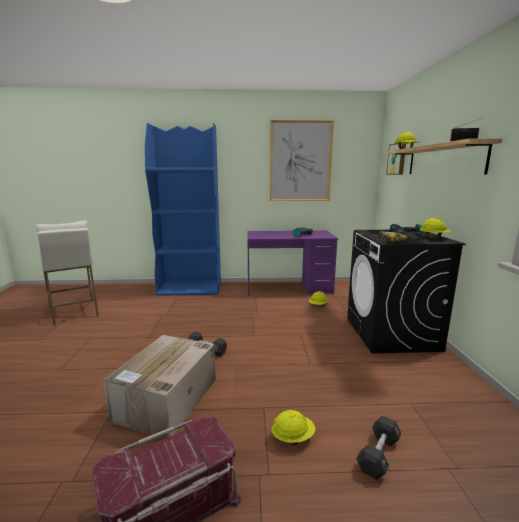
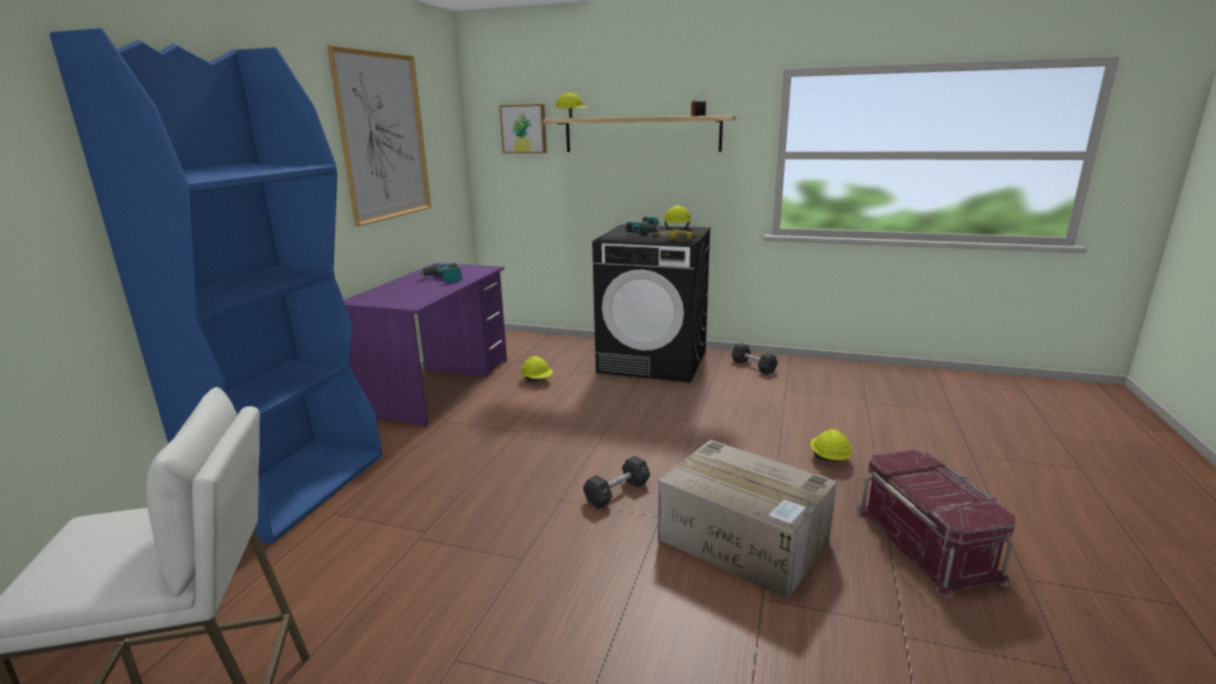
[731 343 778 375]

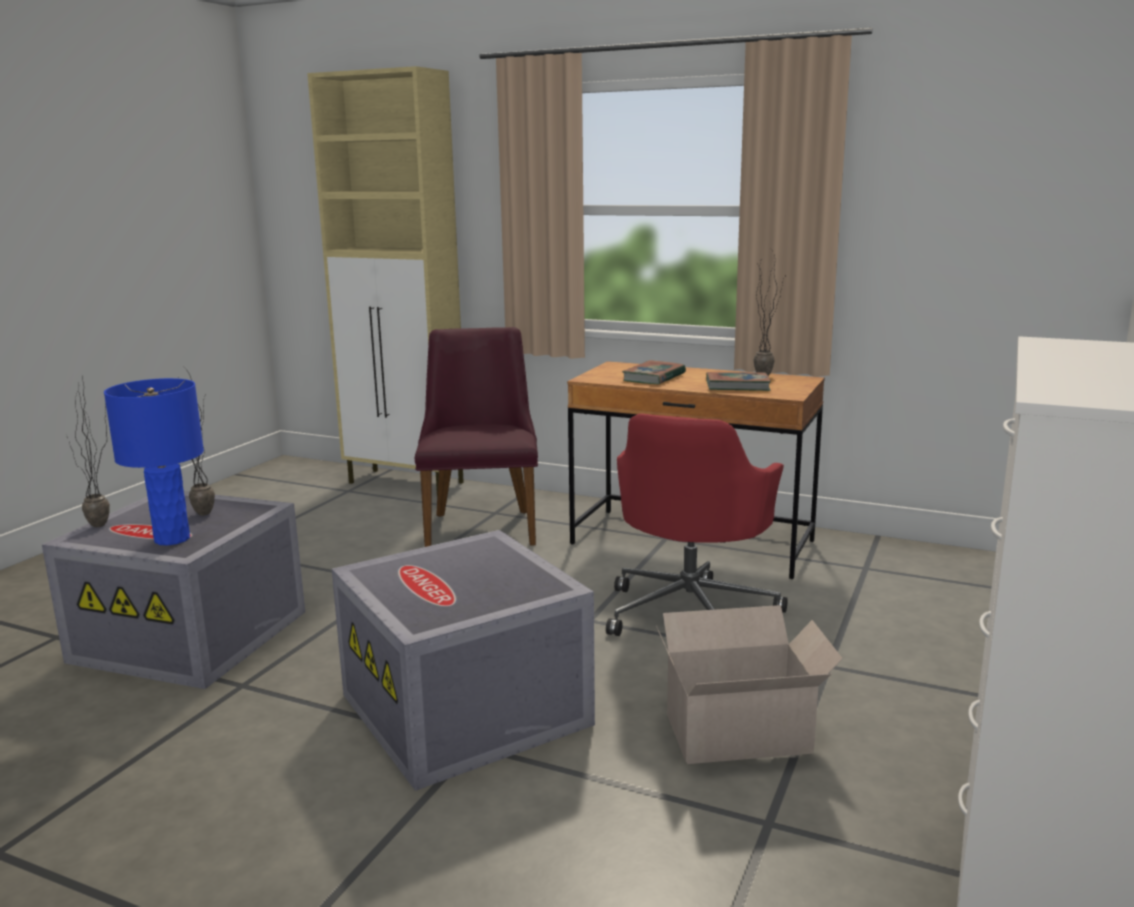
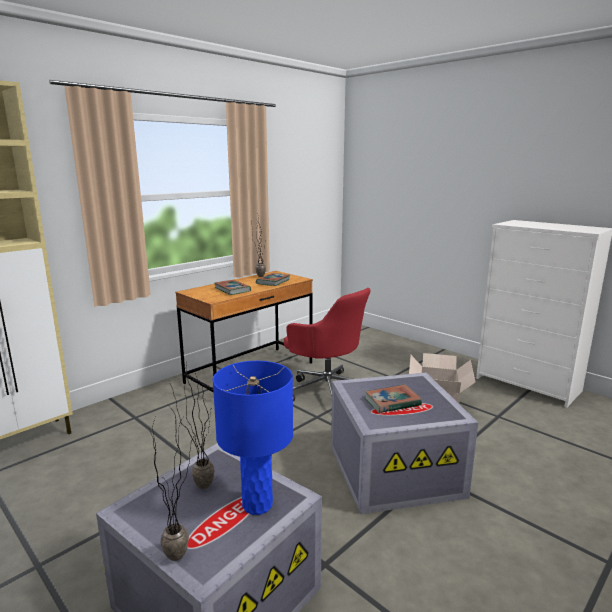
[415 327 538 547] (first image)
[365 384 422 413]

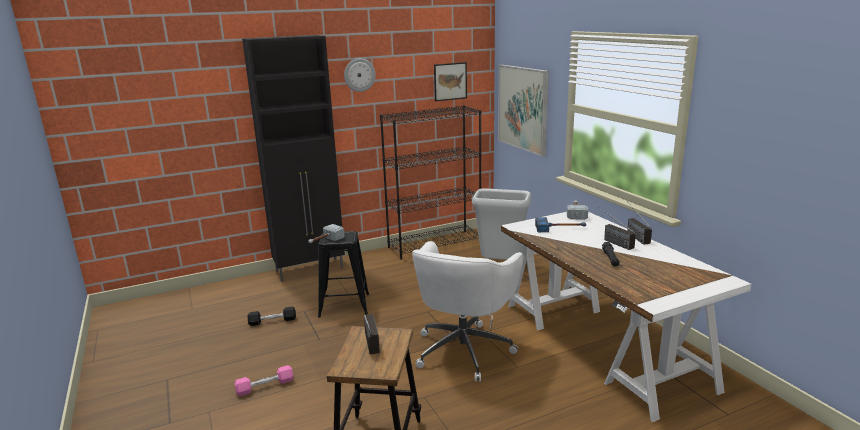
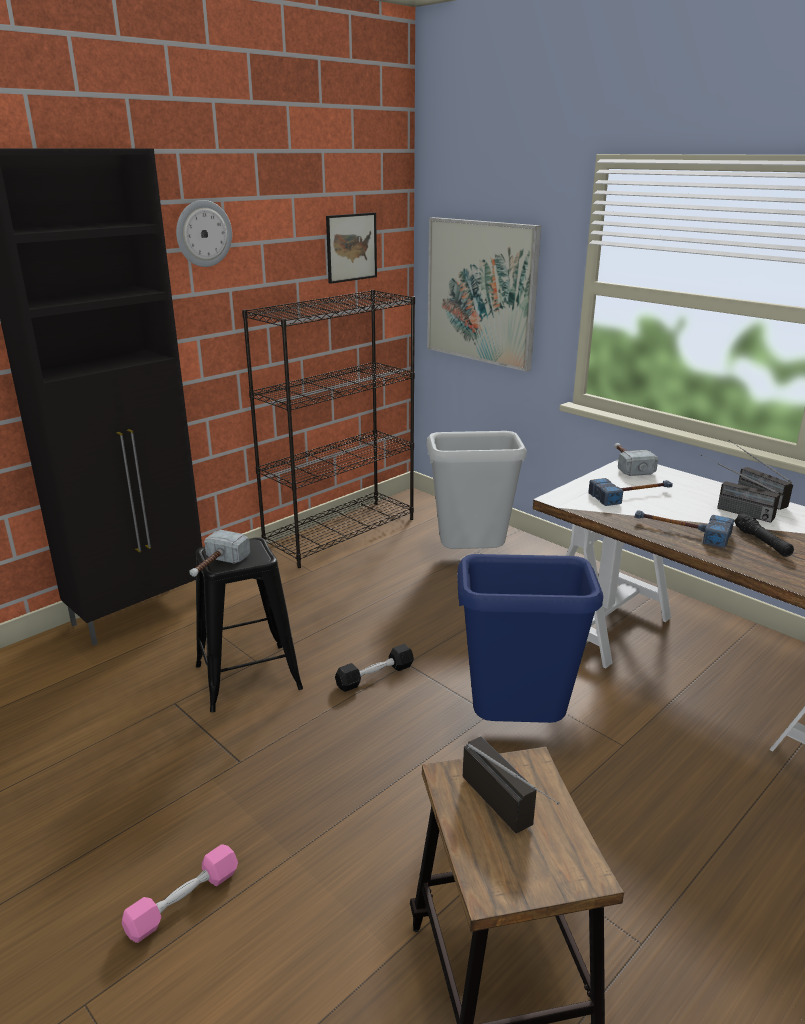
[635 510 734 548]
[335 644 414 692]
[457 554 603 723]

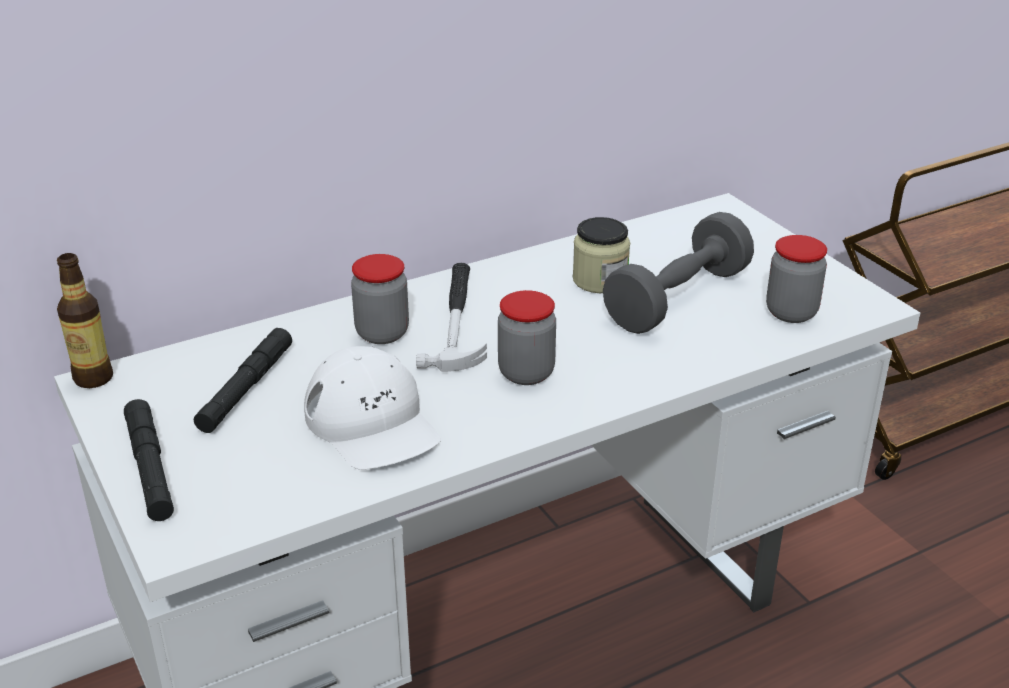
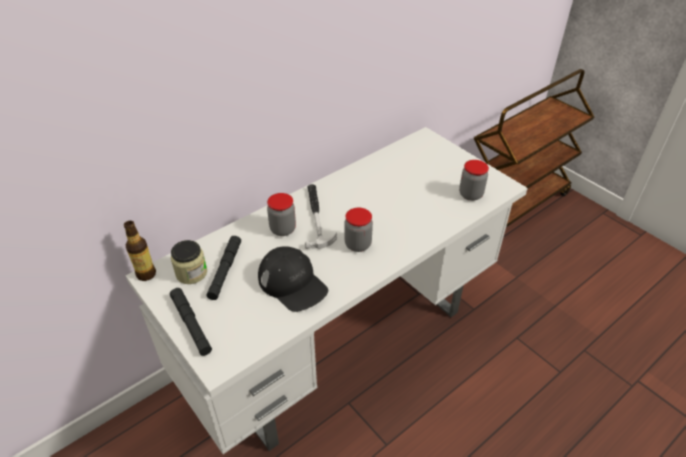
[603 212 754 334] (first image)
[171 240 207 284]
[258 246 328 312]

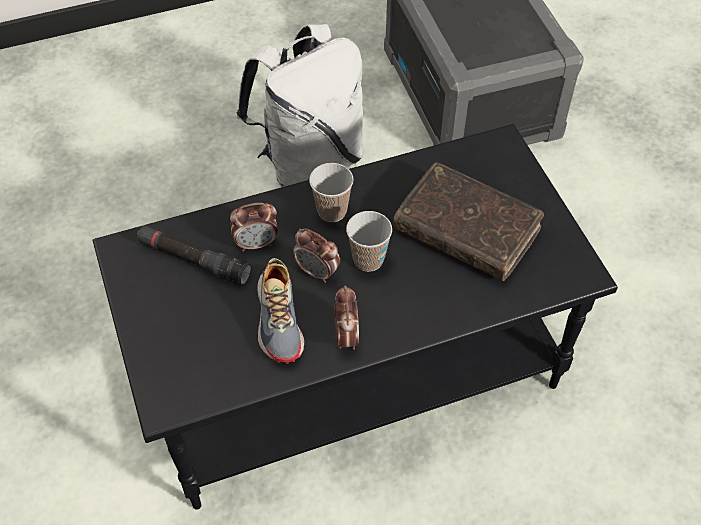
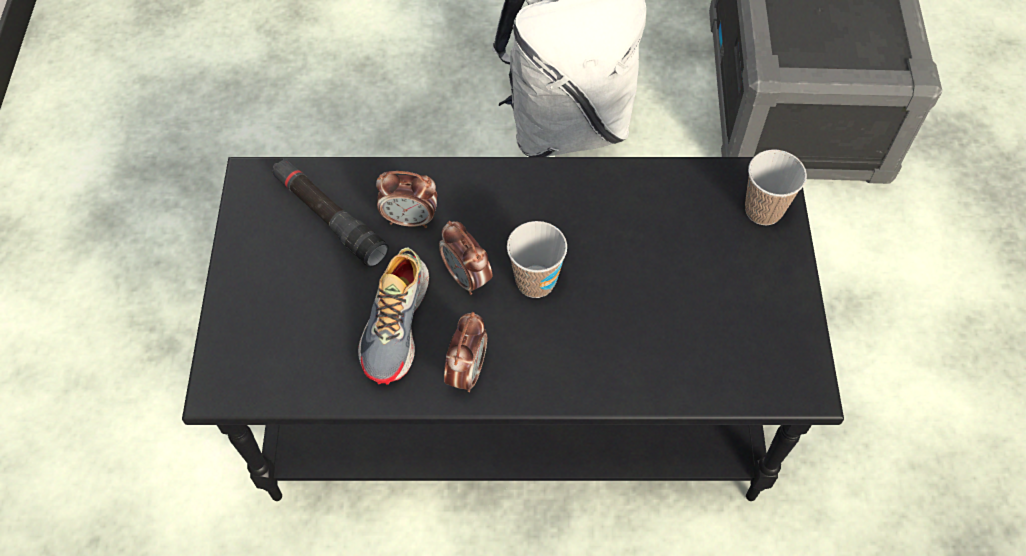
[393 162 544 281] (first image)
[745 150 807 225]

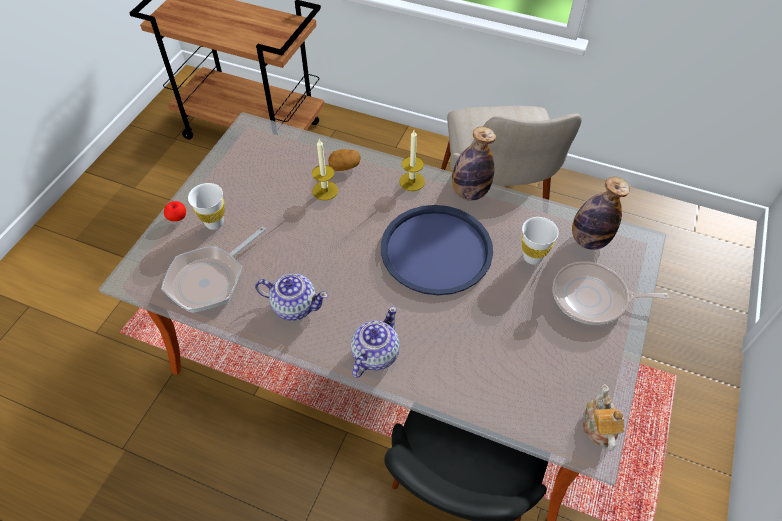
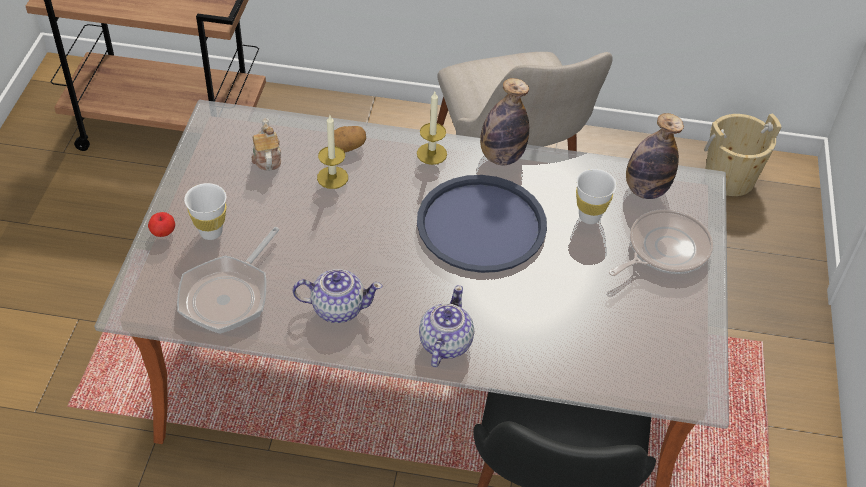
[704 113 781 196]
[252 118 281 171]
[609 209 713 276]

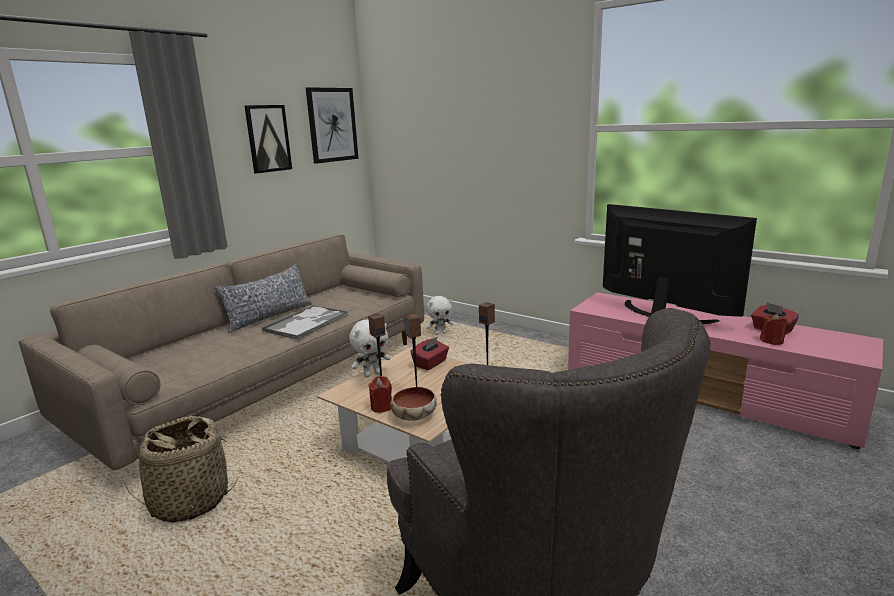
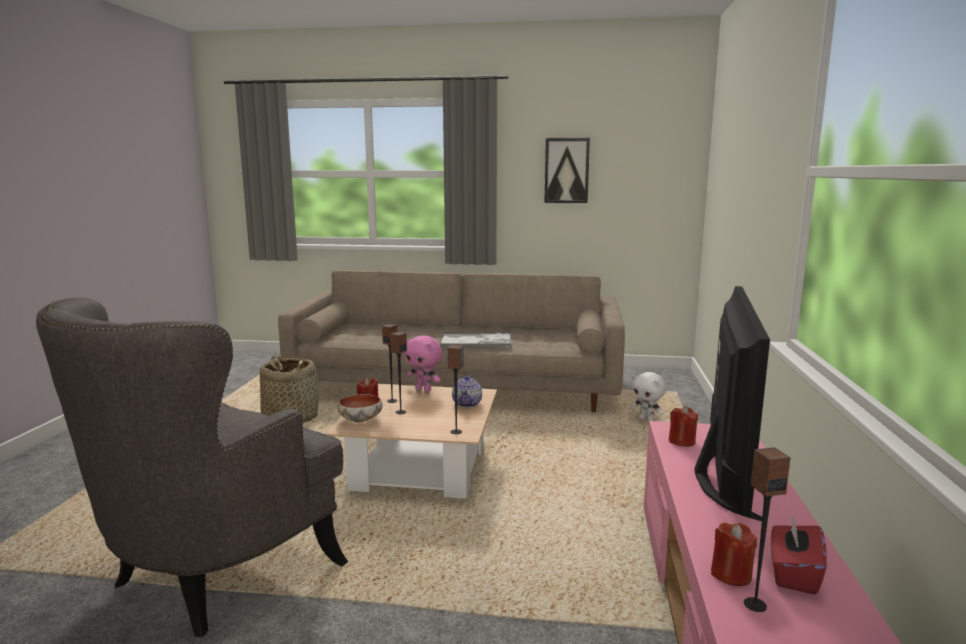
[215 264 313 333] (first image)
[306 87 358 164] (first image)
[669 406 698 447]
[744 447 790 612]
[452 376 482 408]
[404 335 442 392]

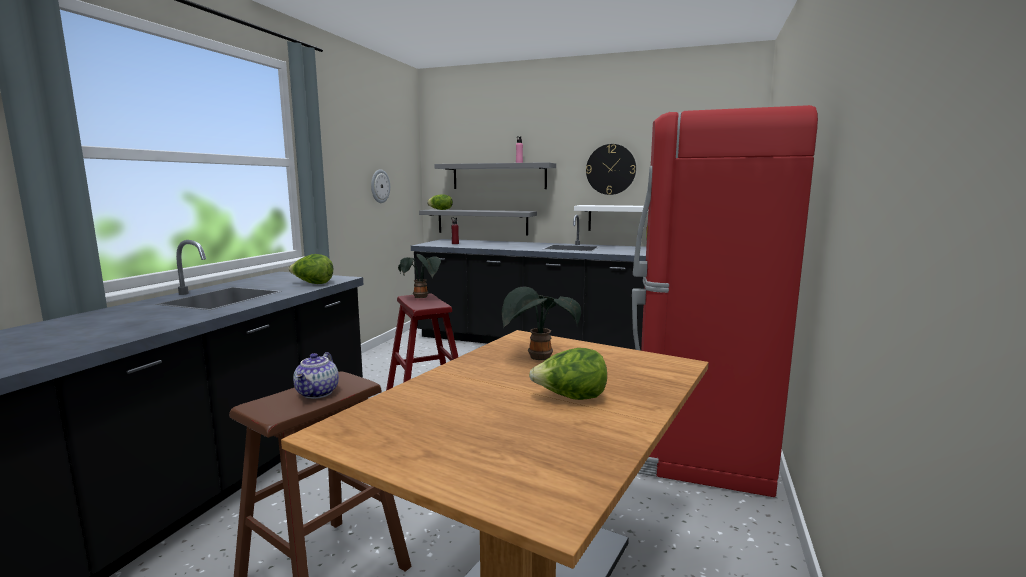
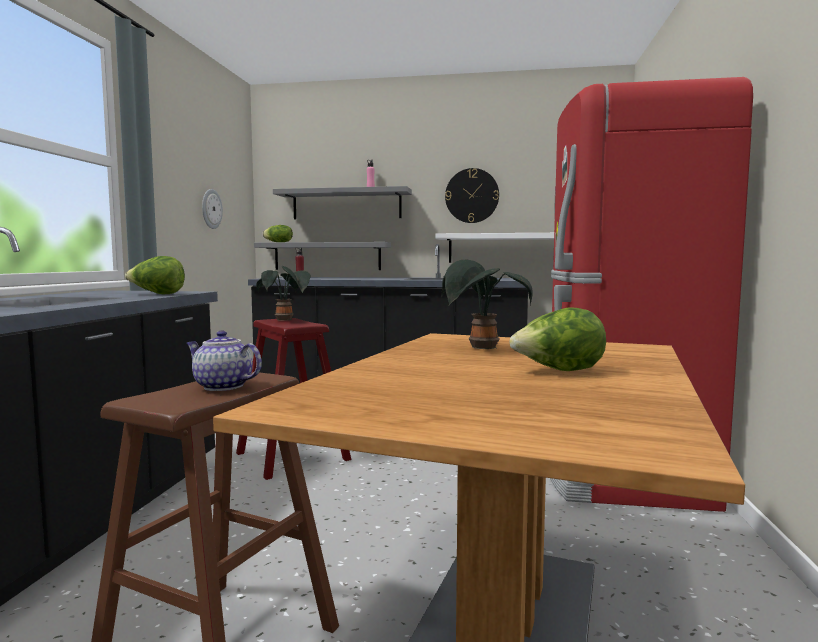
[186 330 262 391]

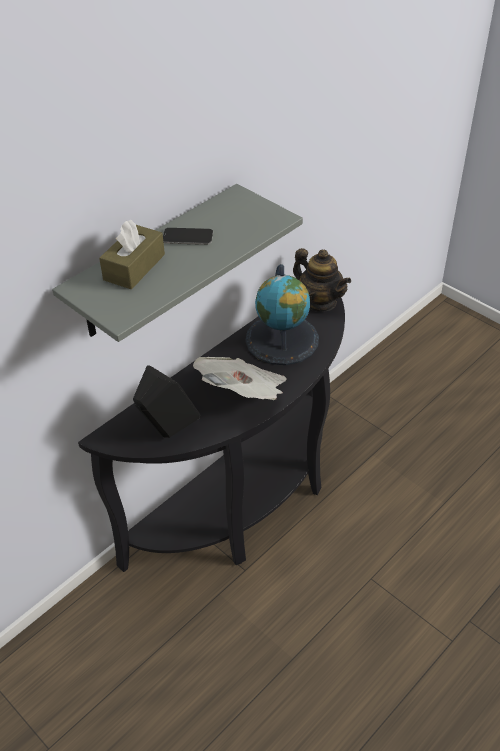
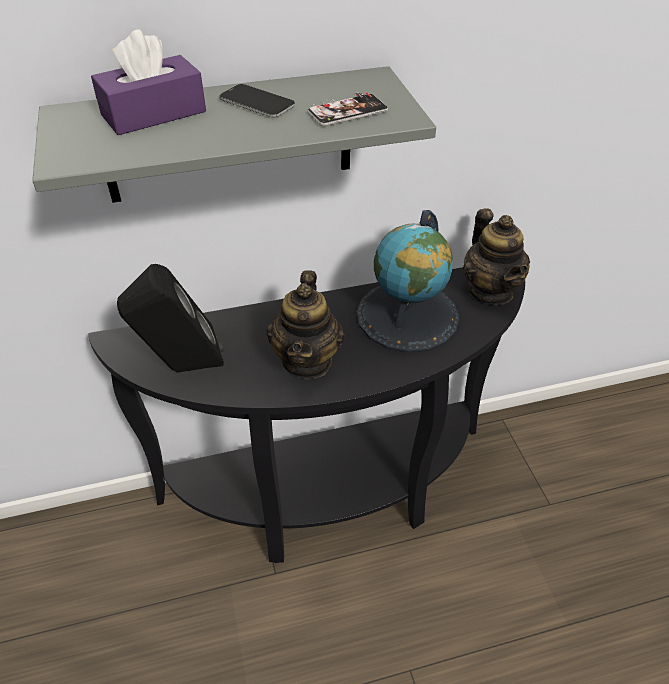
[307 92 388 126]
[267 270 345 379]
[91 29 206 135]

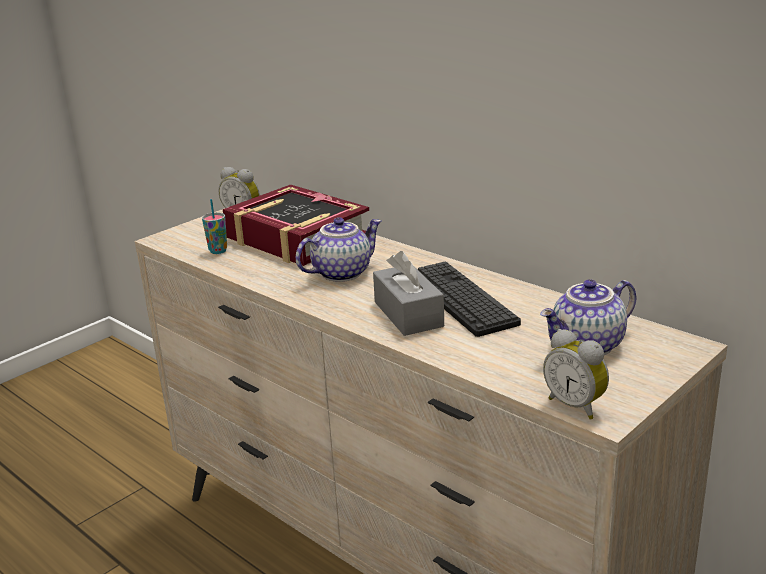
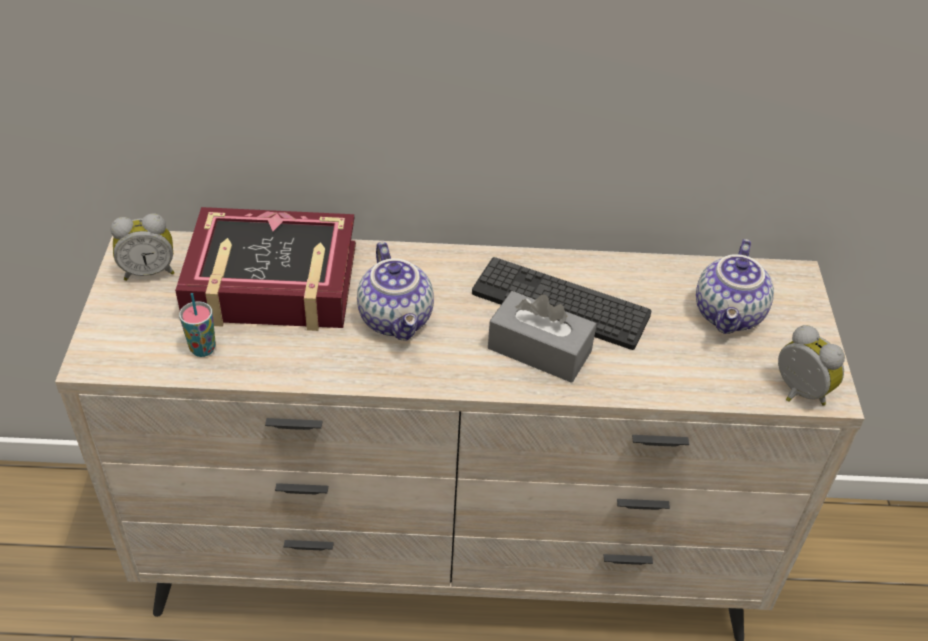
[357 242 434 341]
[778 325 845 406]

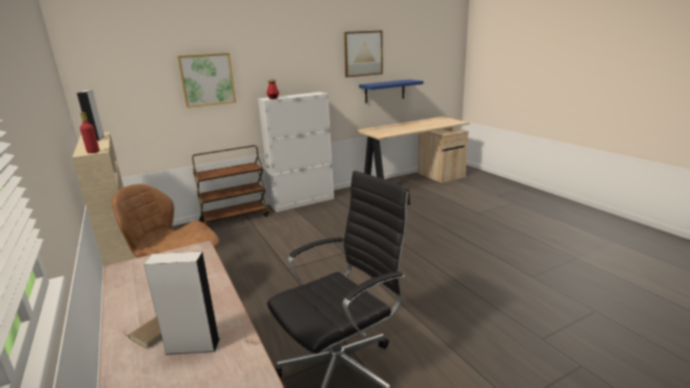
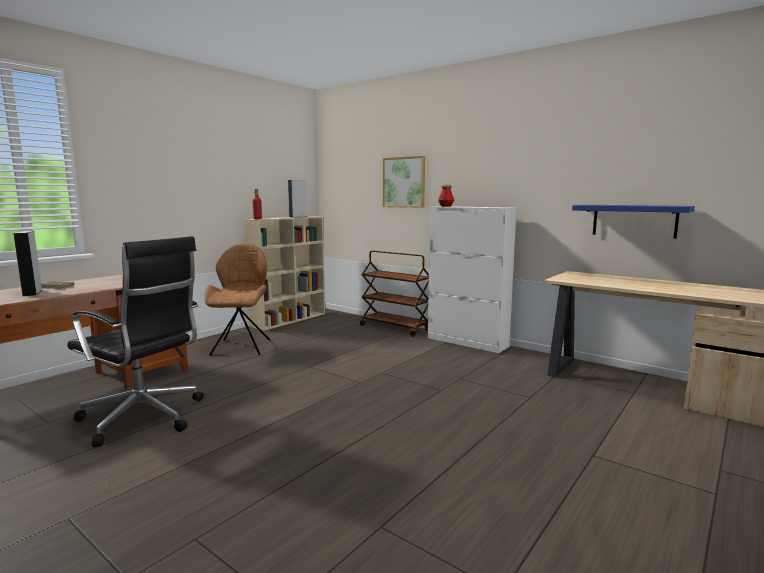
[344 30 383 77] (first image)

